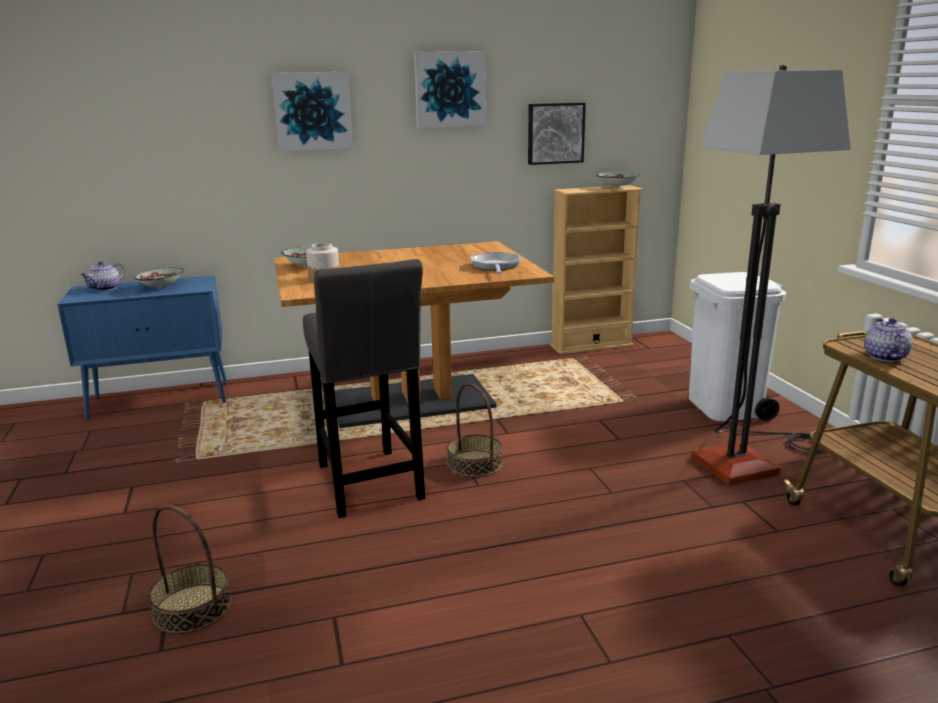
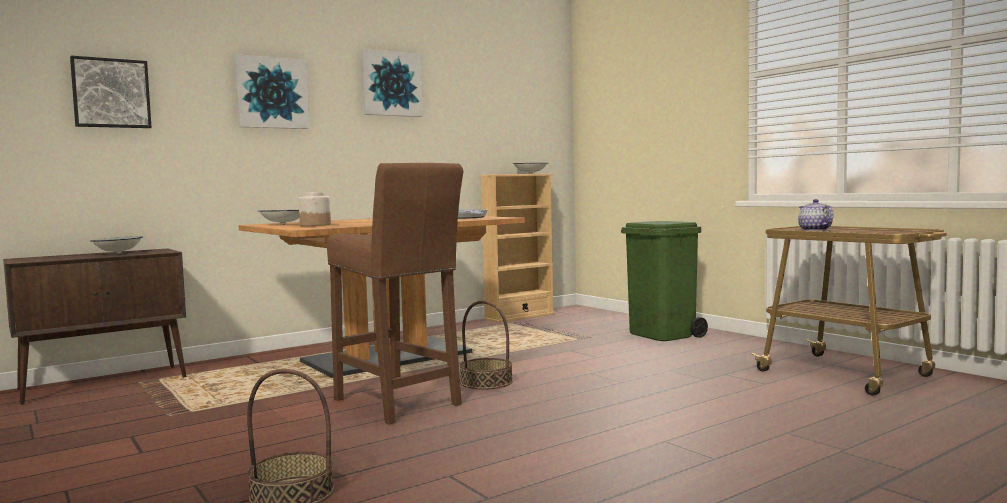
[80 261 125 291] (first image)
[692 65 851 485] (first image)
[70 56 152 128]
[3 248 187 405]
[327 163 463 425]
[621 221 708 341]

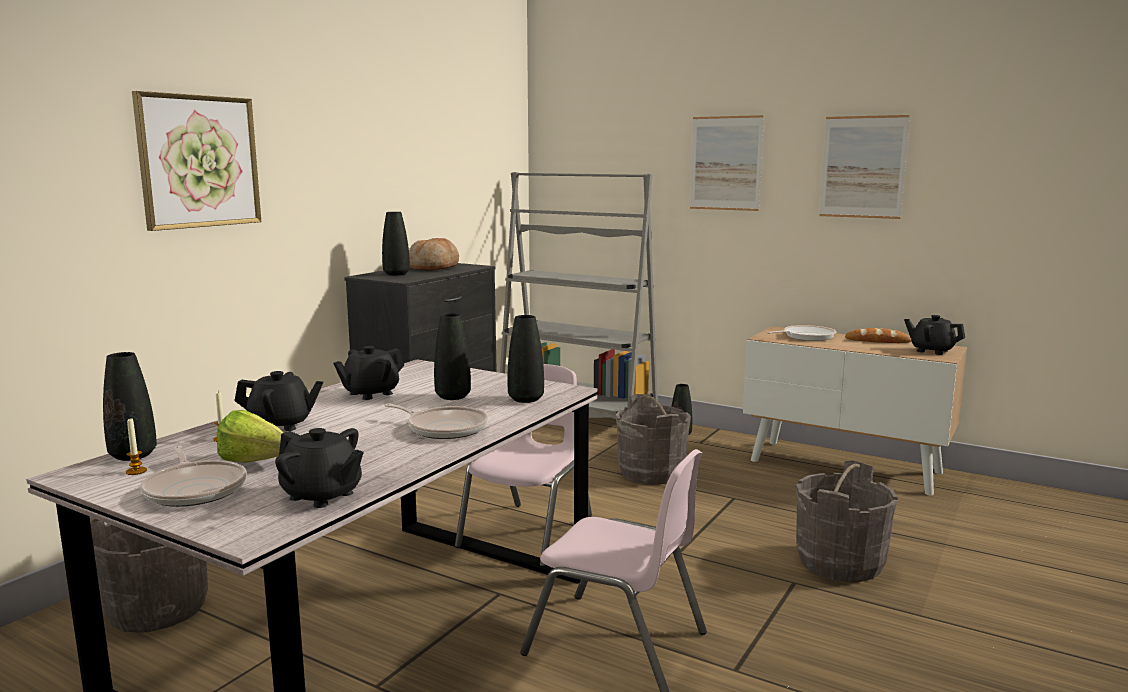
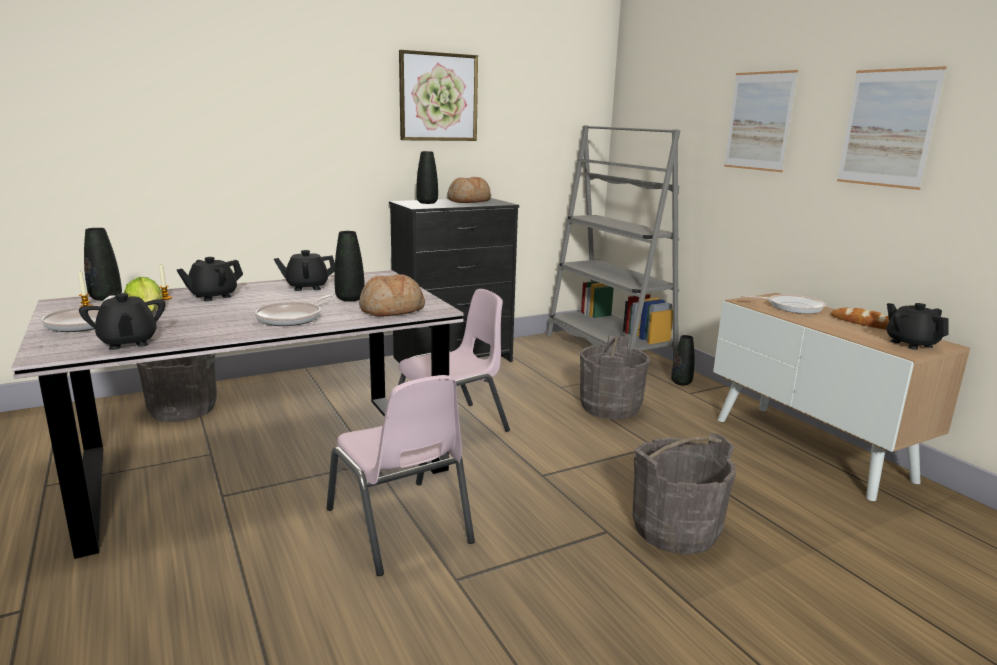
[399 50 478 141]
[359 274 425 317]
[177 257 243 301]
[255 294 333 326]

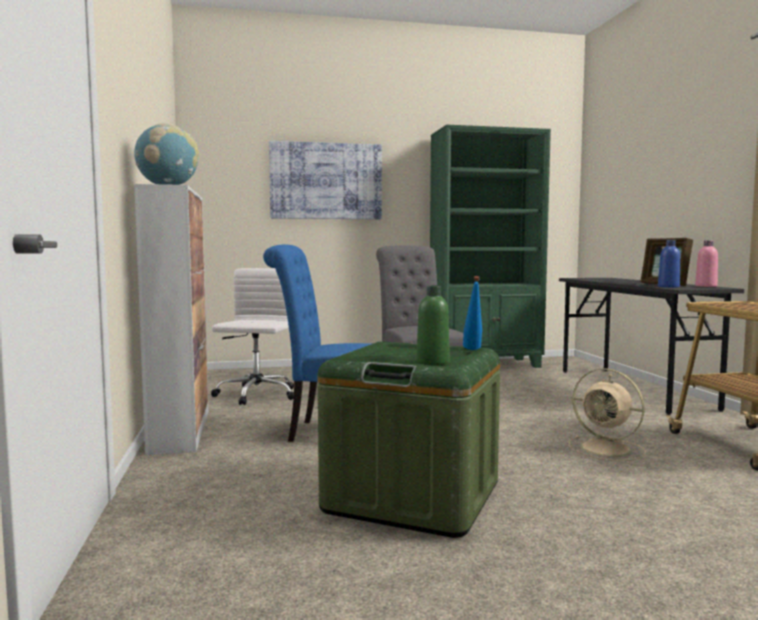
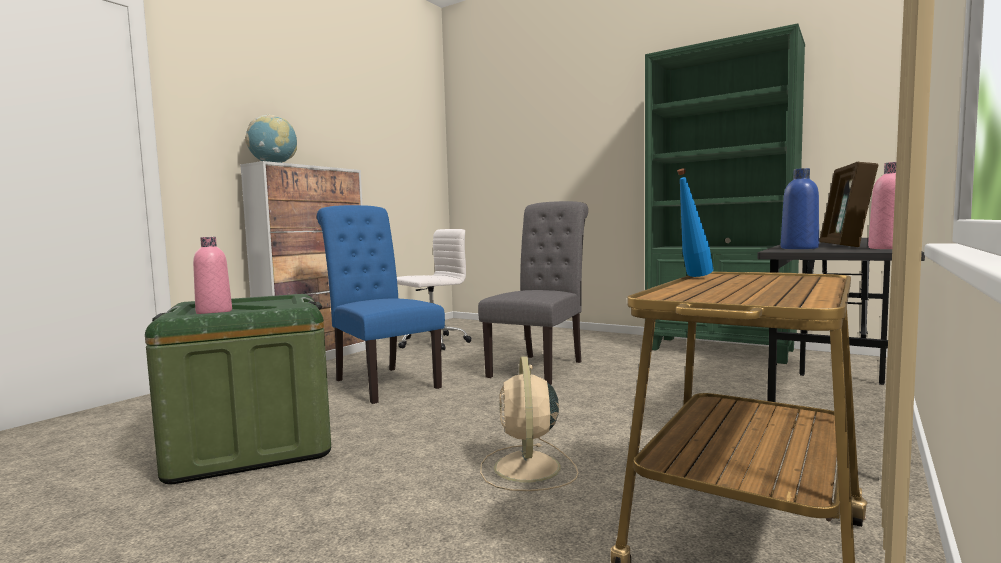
[269 141 382 219] (first image)
[677 168 713 277]
[193 237 232 314]

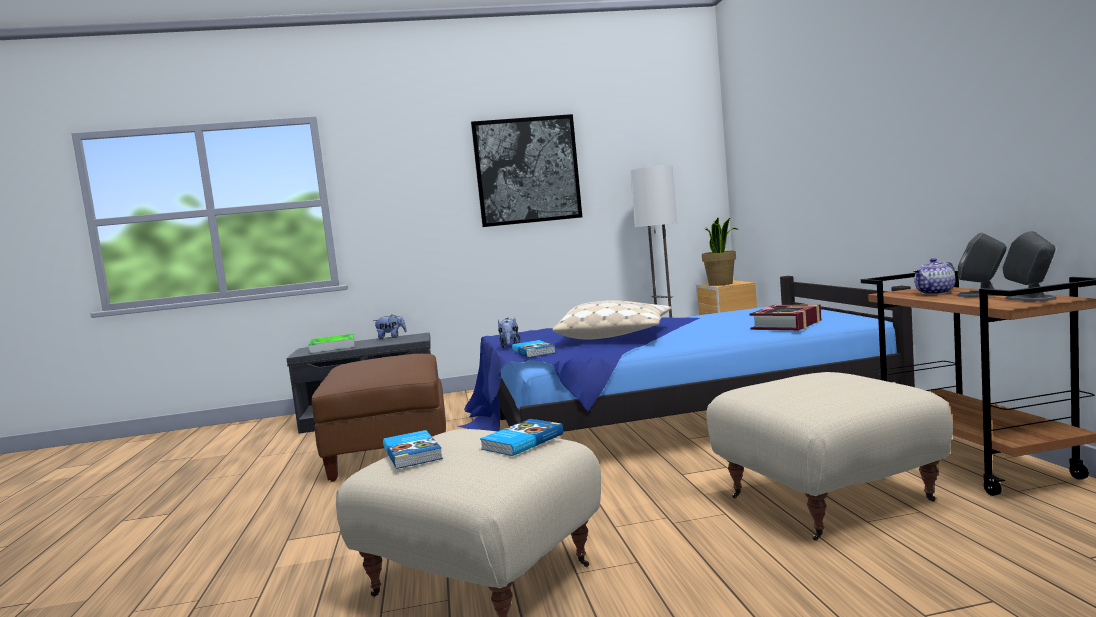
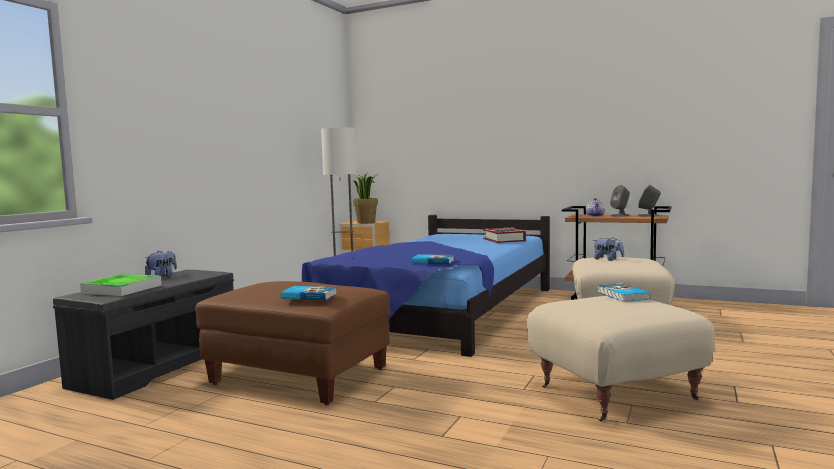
[471 114 582 227] (first image)
[552 300 671 340] (first image)
[281 286 337 300]
[593 237 624 261]

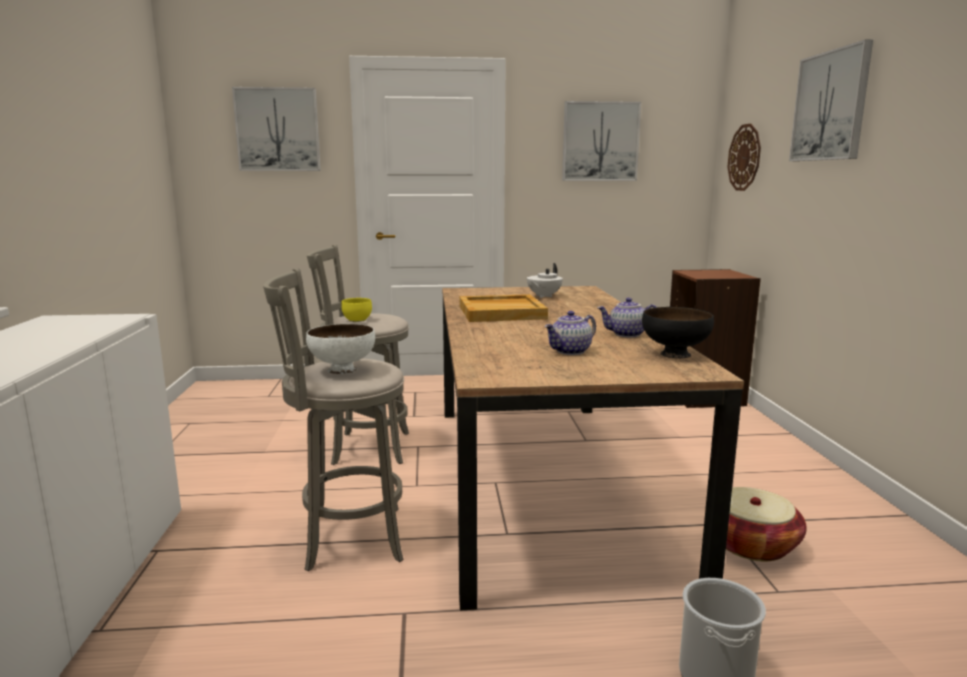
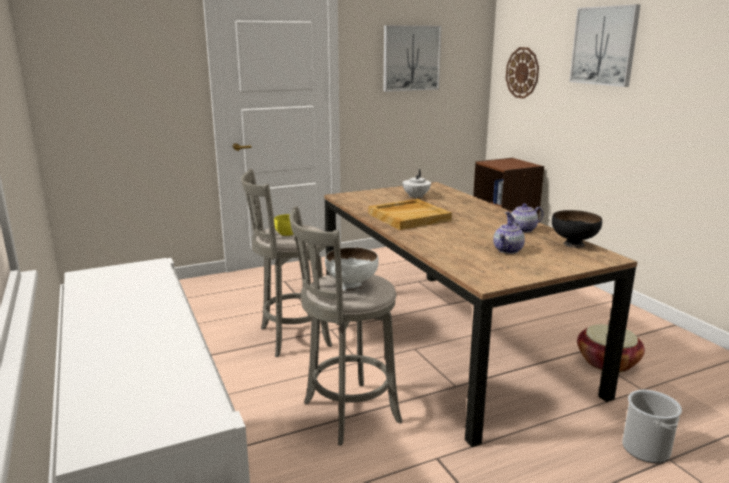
[232 87 321 171] (first image)

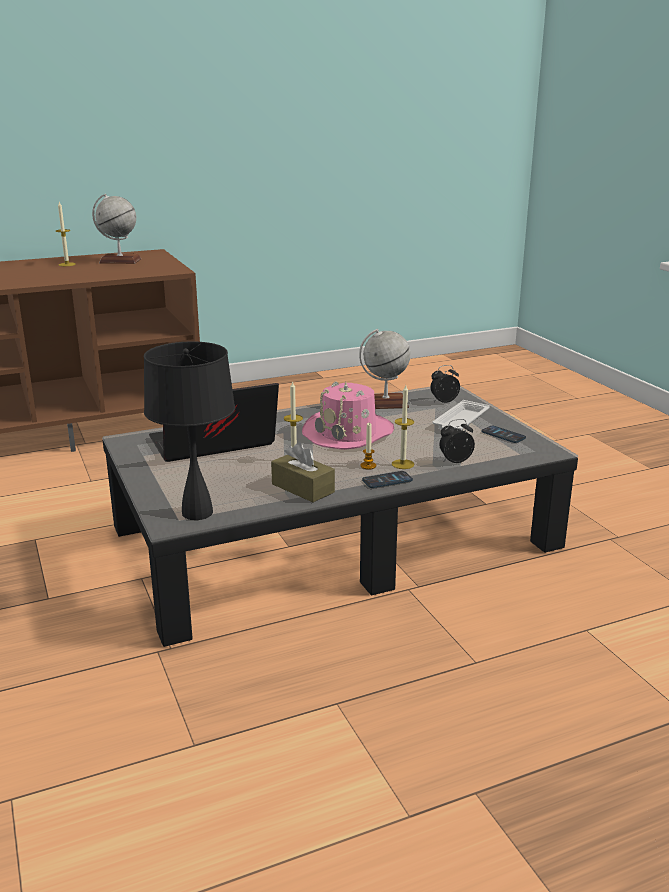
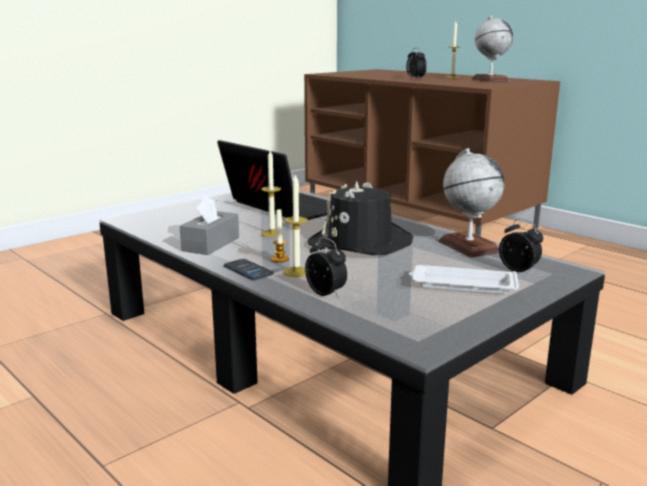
[144 341 235 520] (first image)
[481 426 526 443] (first image)
[406 48 427 78]
[180 195 239 255]
[308 181 413 255]

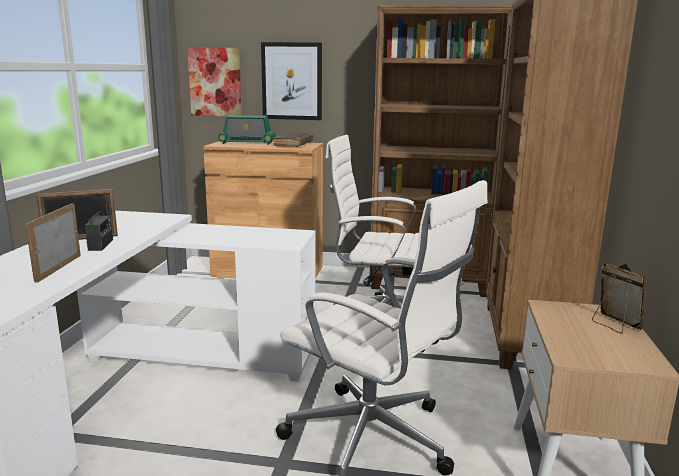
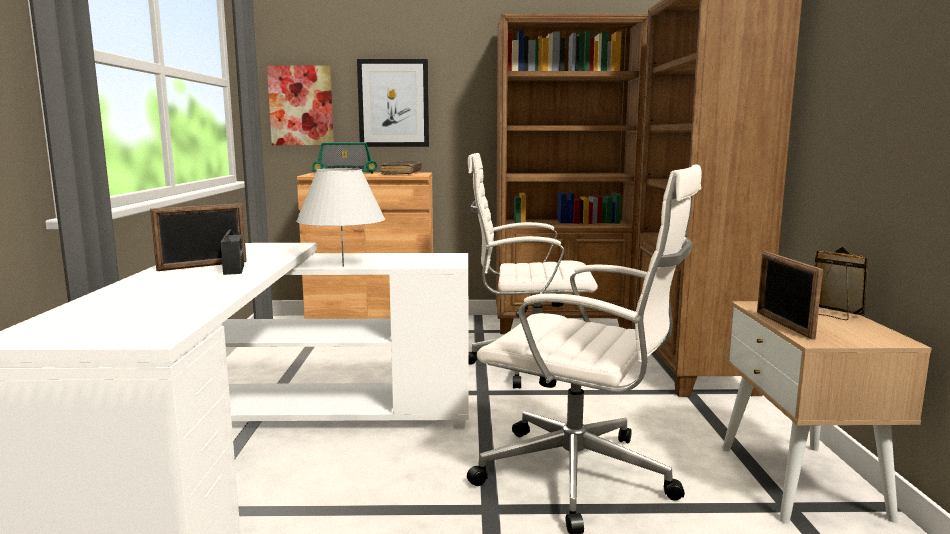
[296 168 385 267]
[757 251 823 340]

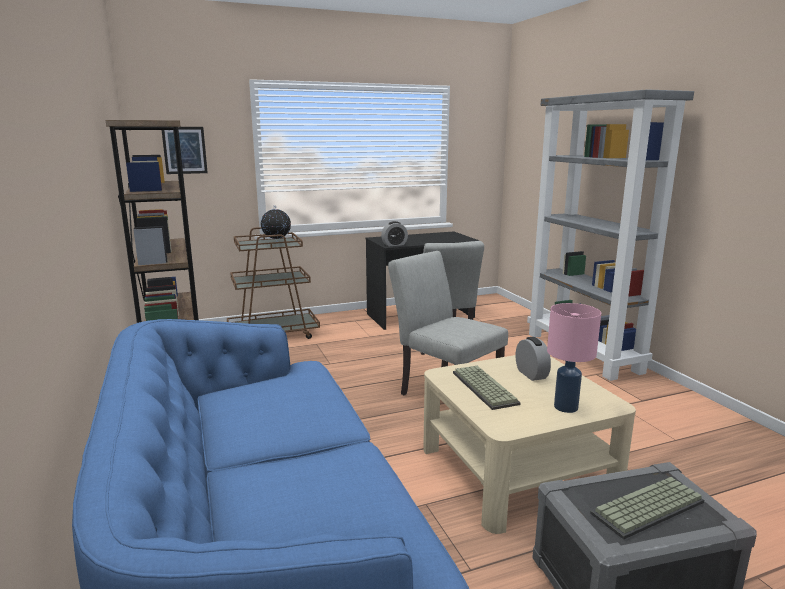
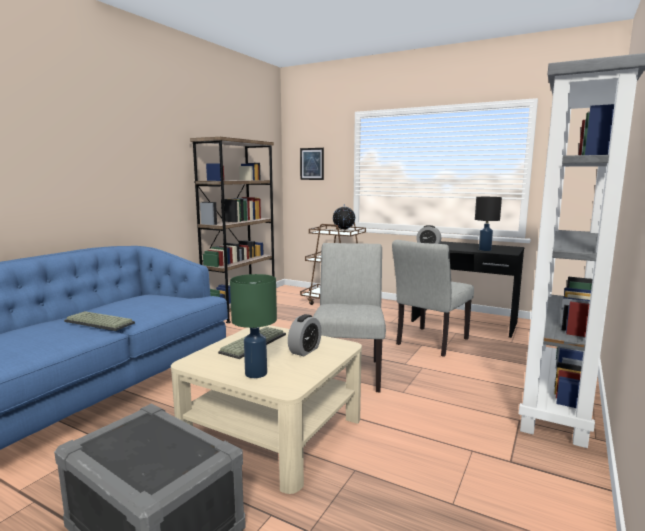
[475 197 502 251]
[64 311 135 331]
[230 274 277 378]

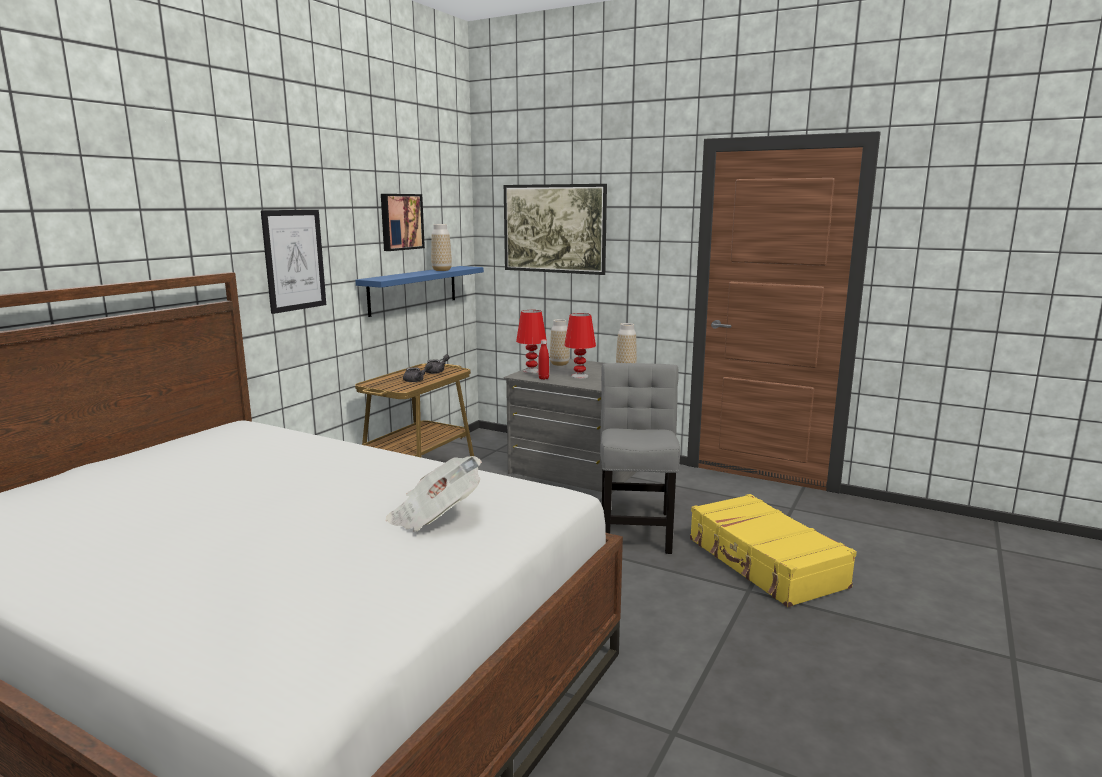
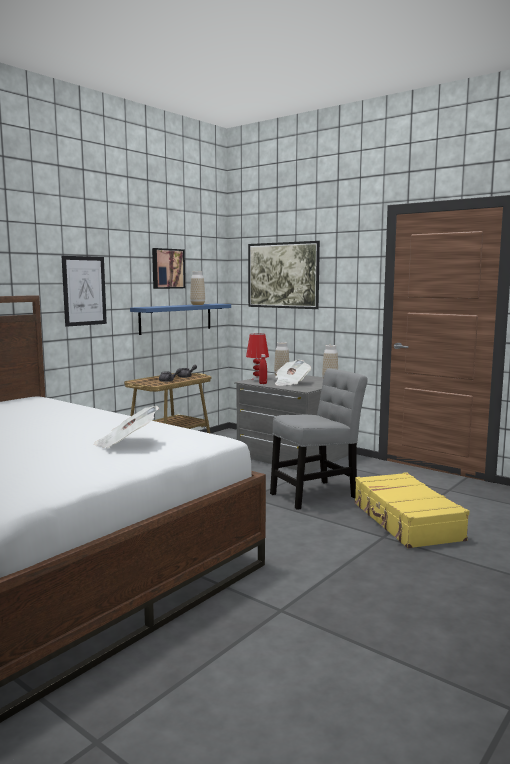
[275 360 311 386]
[270 368 368 510]

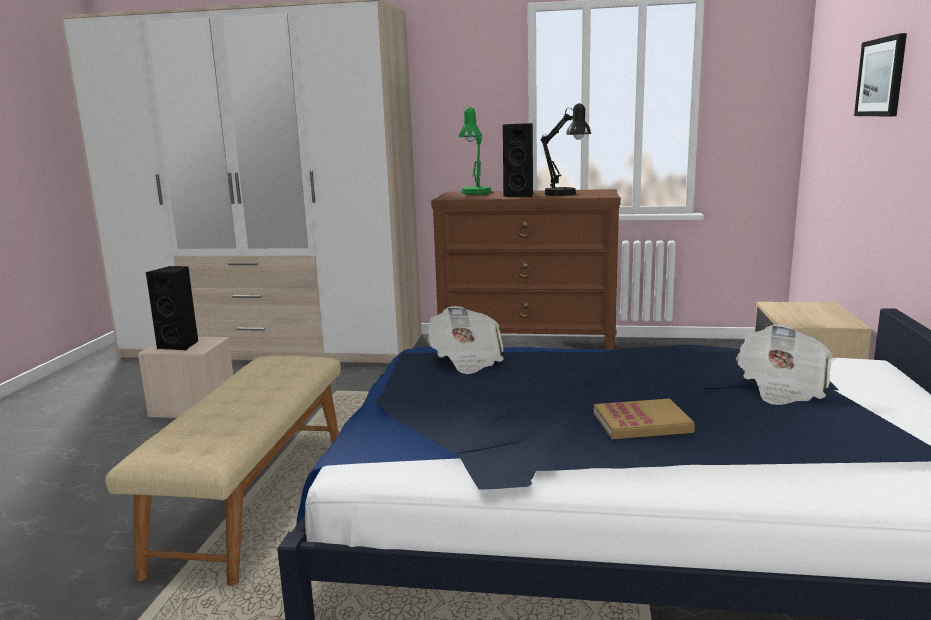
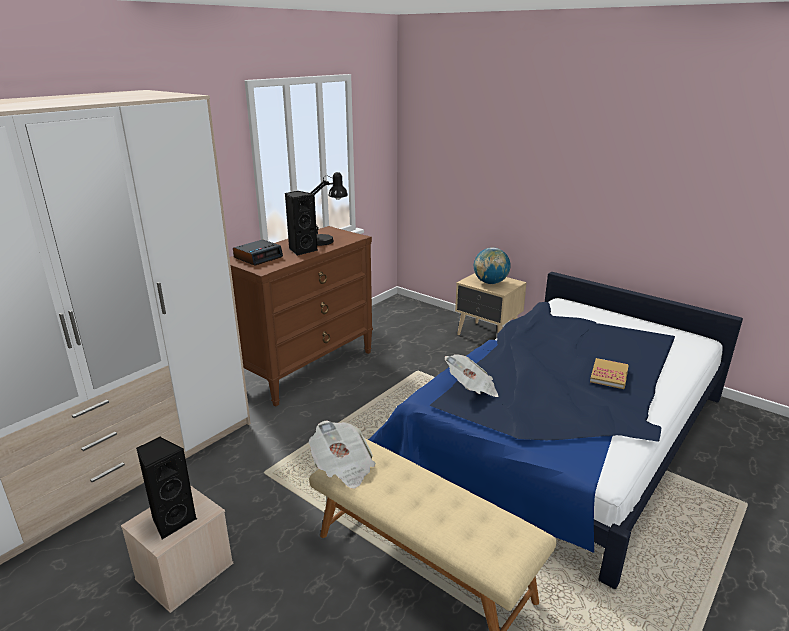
[854 33 907 116] (first image)
[474 247 510 284]
[309 420 376 488]
[233 239 283 266]

